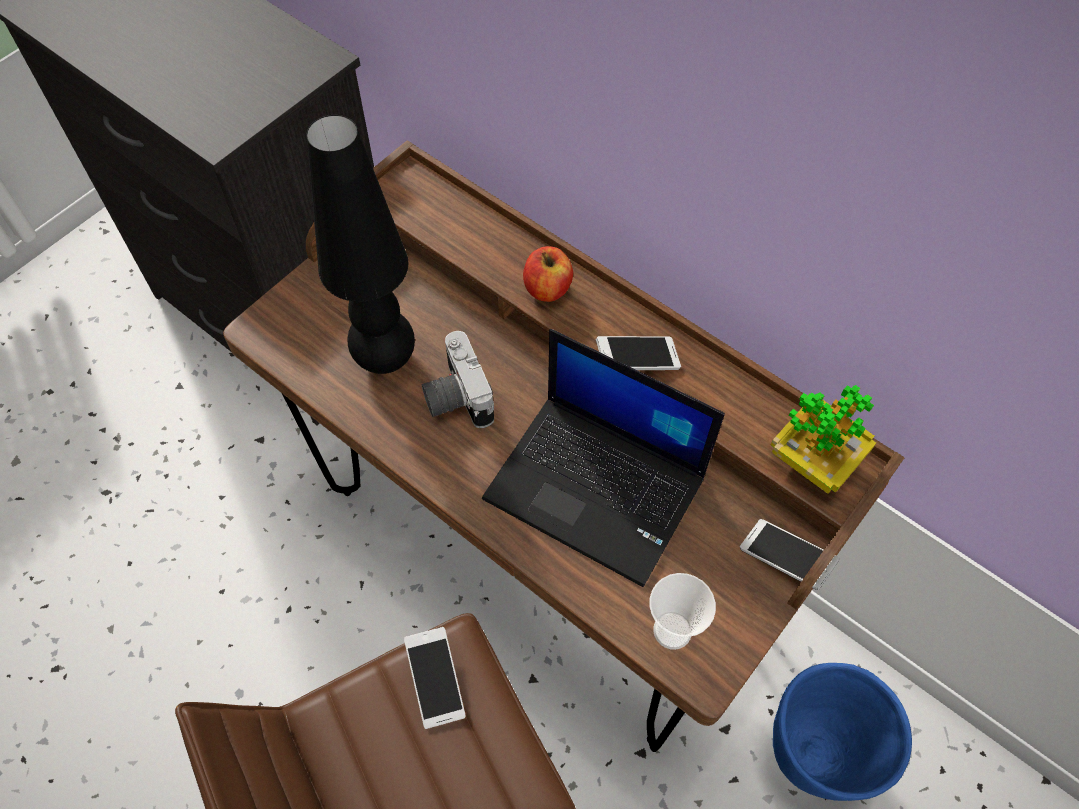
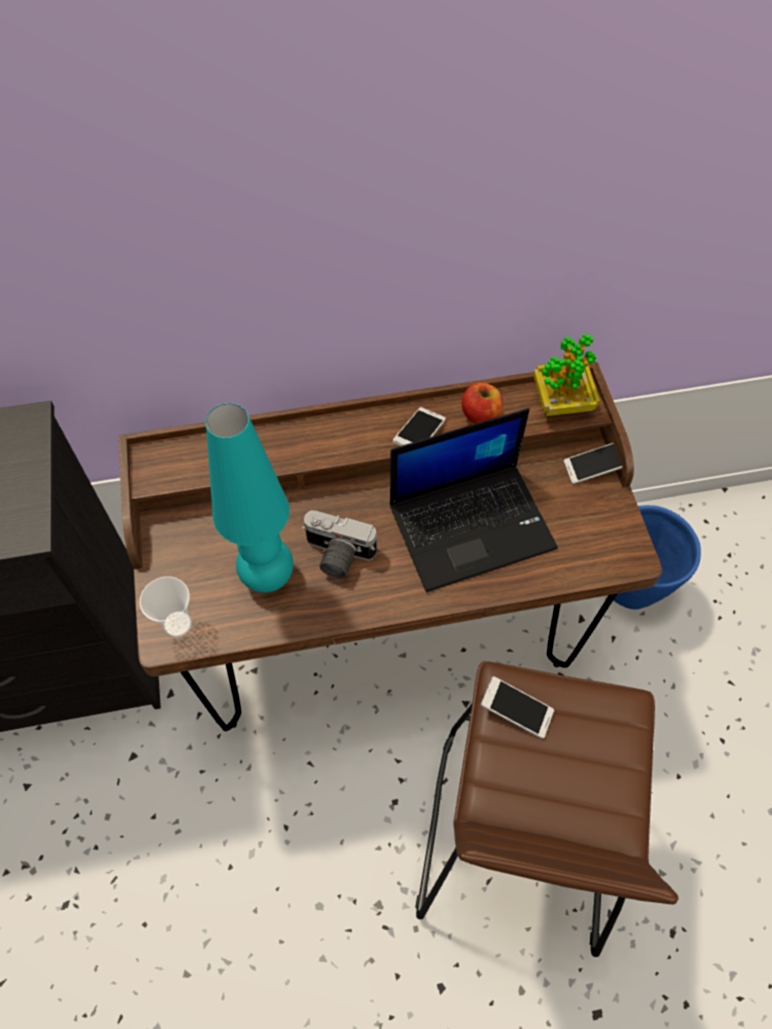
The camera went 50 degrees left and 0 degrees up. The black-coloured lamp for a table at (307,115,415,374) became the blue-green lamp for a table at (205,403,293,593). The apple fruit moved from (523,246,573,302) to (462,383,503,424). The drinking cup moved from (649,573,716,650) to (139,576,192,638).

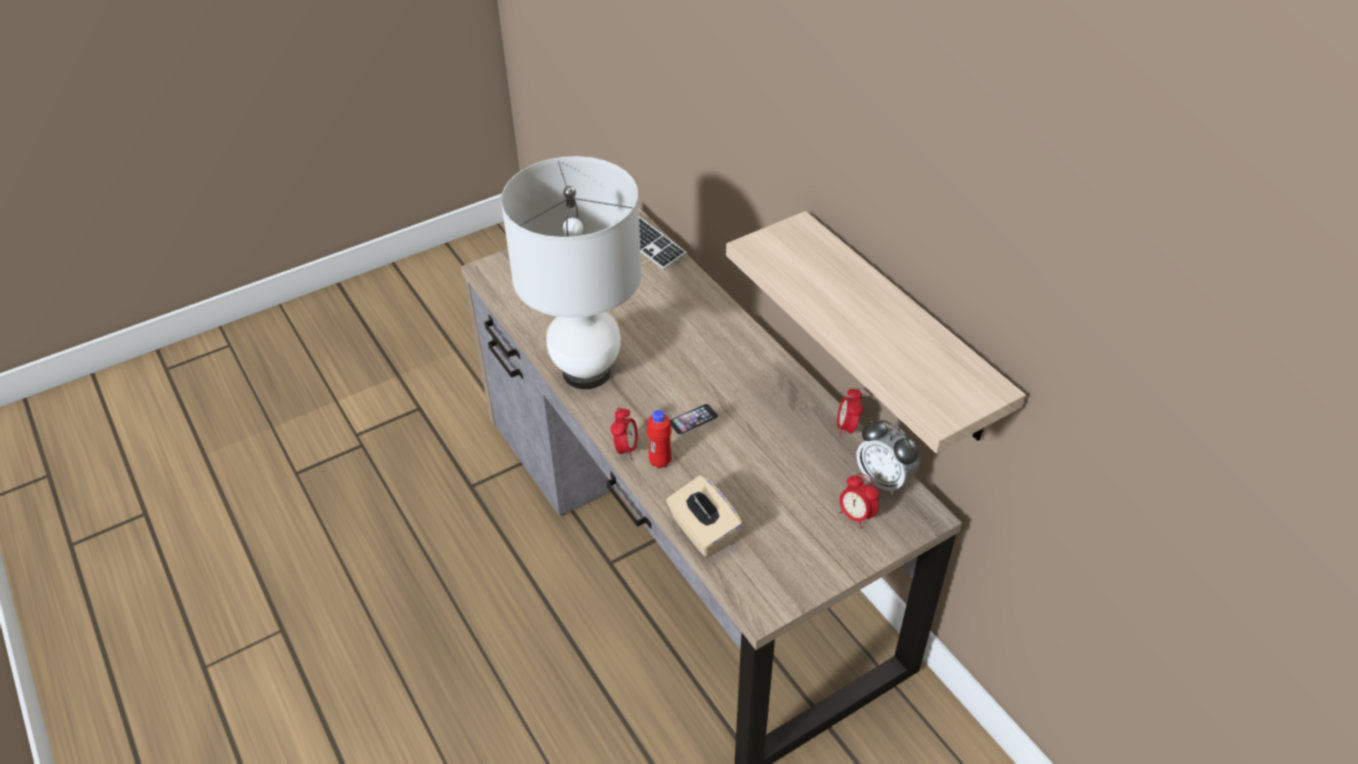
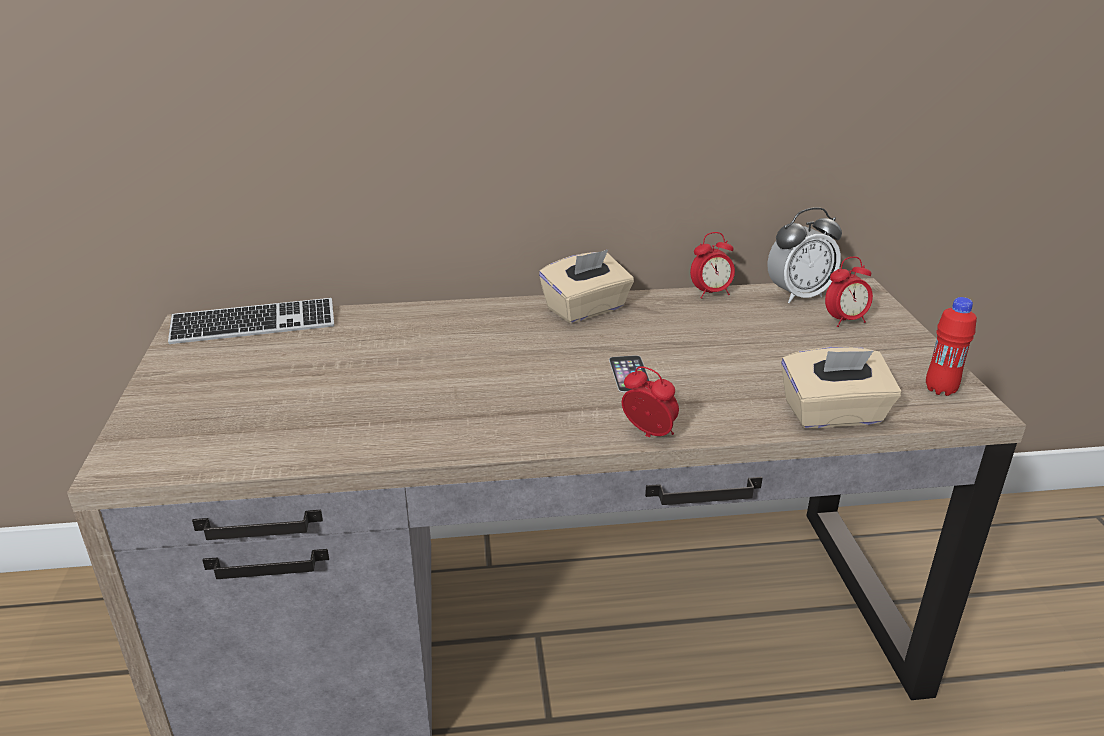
The camera went 65 degrees left and 15 degrees down. The white lamp for a table at (501,156,642,389) disappeared. The red bottle moved from (647,410,672,469) to (926,297,977,396). The shelf at (726,211,1026,453) disappeared. The alarm clock at (837,388,863,437) turned 45 degrees counterclockwise. The beige box of tissues at (539,250,634,323) appeared.

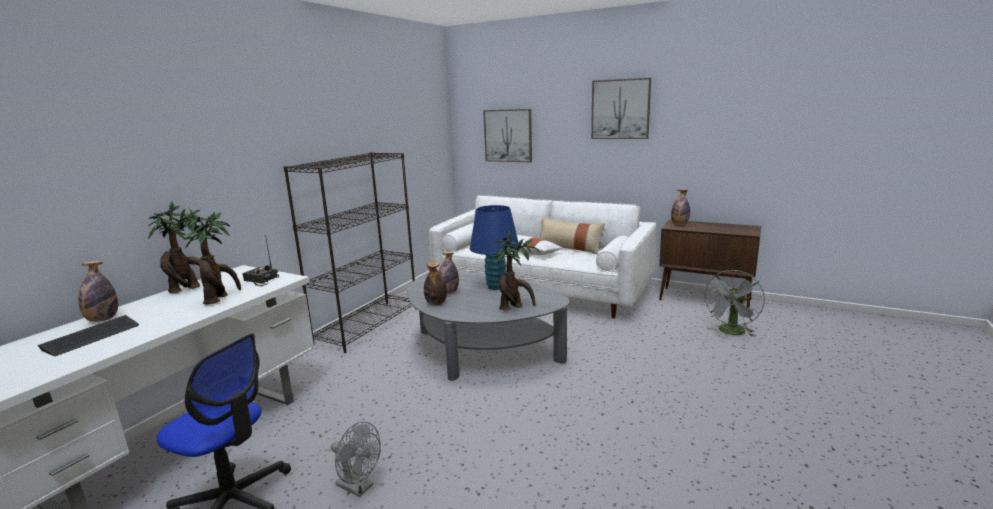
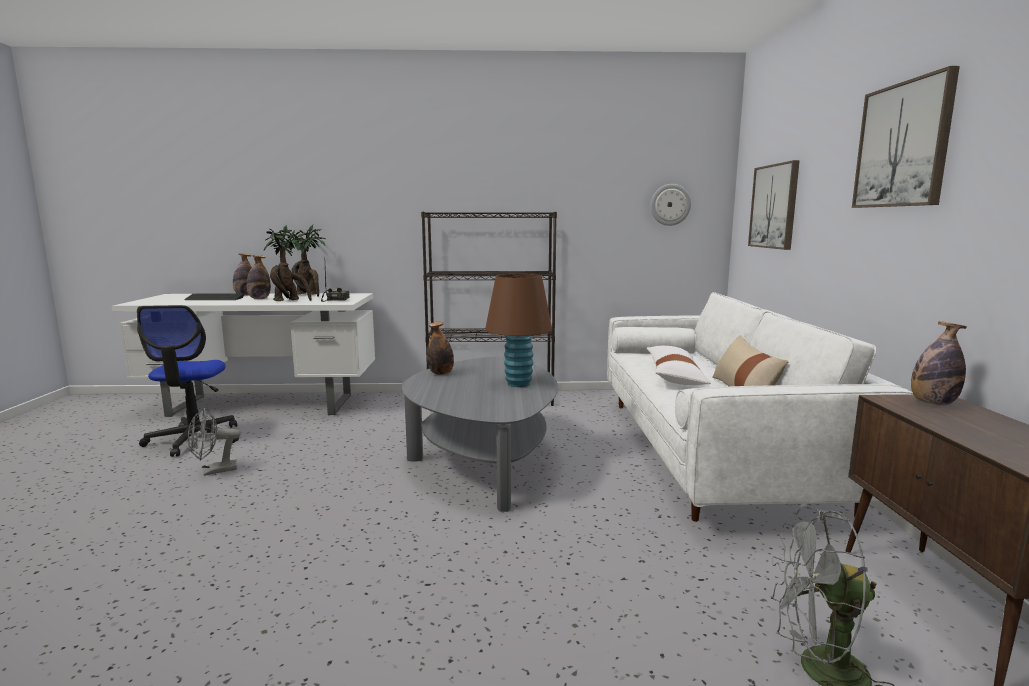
The camera went 60 degrees right and 5 degrees down. The grey fan at (331,422,381,497) turned 60 degrees clockwise. The bottle moved from (439,252,459,294) to (246,255,271,299). The blue lamp for a table at (470,205,519,290) became the brownish lamp for a table at (485,274,552,387). The potted plant at (496,232,541,311) disappeared. The clock on the wall at (651,184,691,226) appeared.

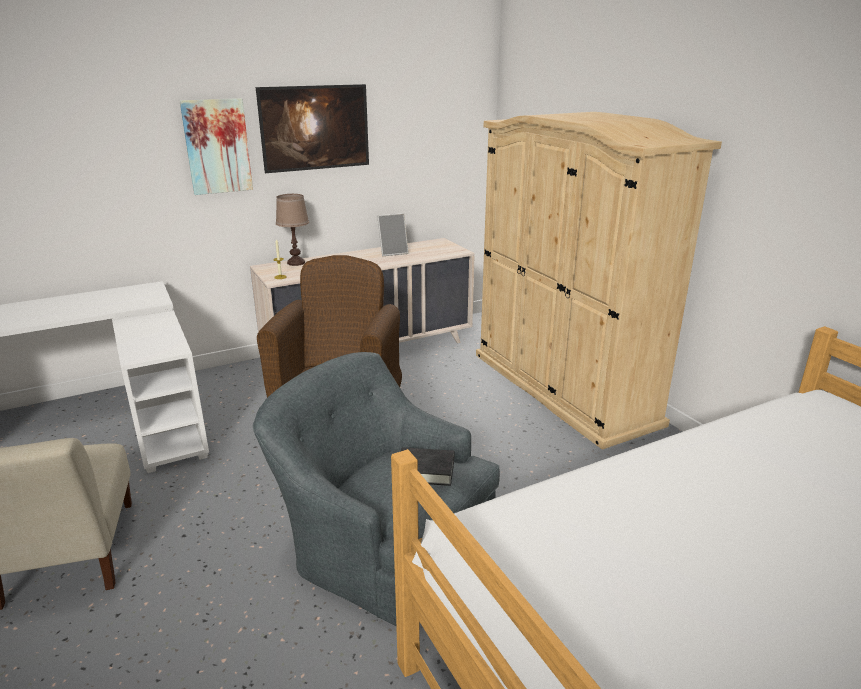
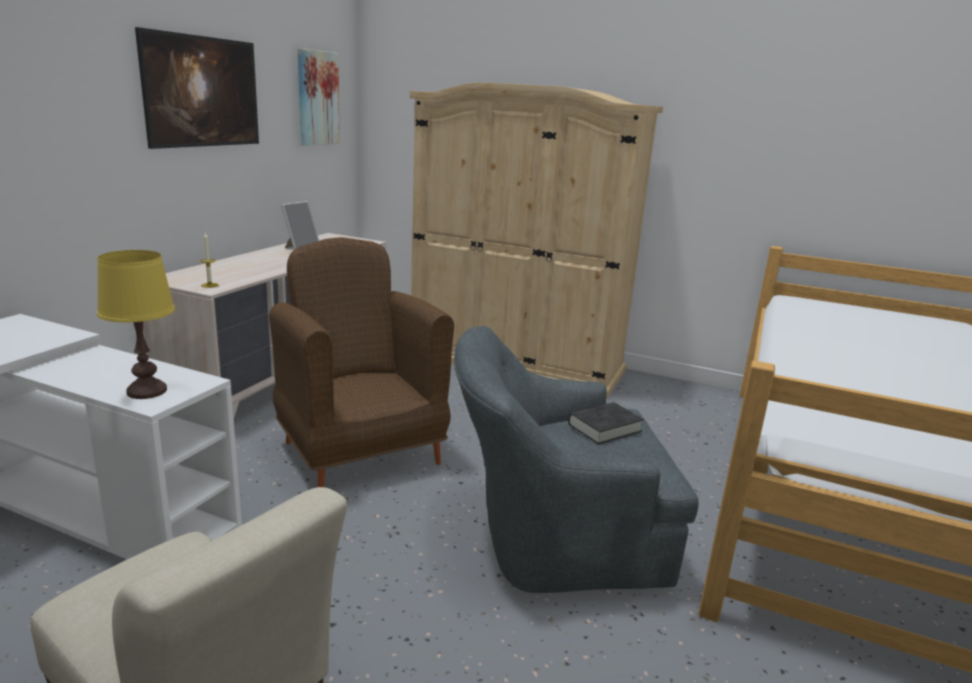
The camera went 40 degrees left and 5 degrees down. The wall art moved from (180,98,253,195) to (297,48,340,146). The brownish lamp for a table at (276,194,309,266) disappeared. The yellowish lamp for a table at (97,250,175,399) appeared.

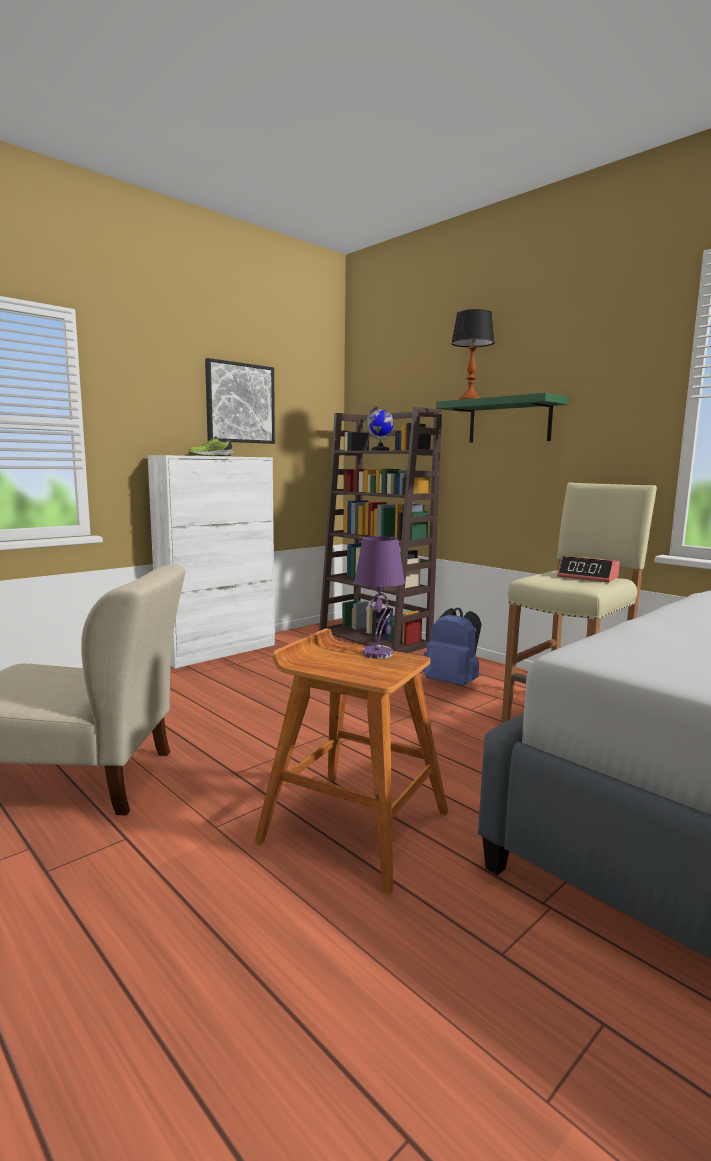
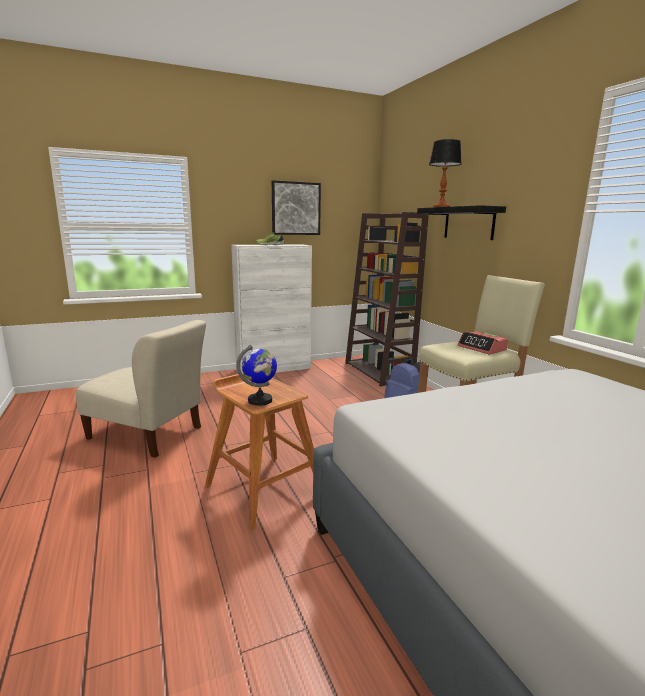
The camera went 20 degrees right and 5 degrees up. The purple lamp for a table at (354,536,405,659) disappeared. The globe moved from (366,406,394,451) to (236,345,277,406). The green-coloured shelf at (436,393,568,443) became the black-coloured shelf at (417,205,506,240).

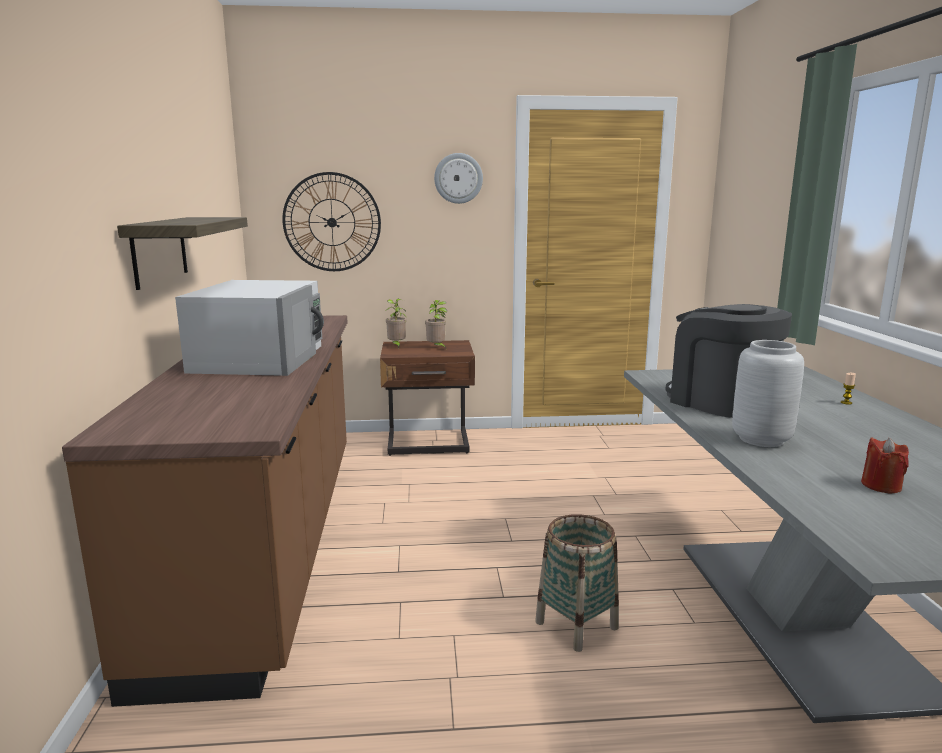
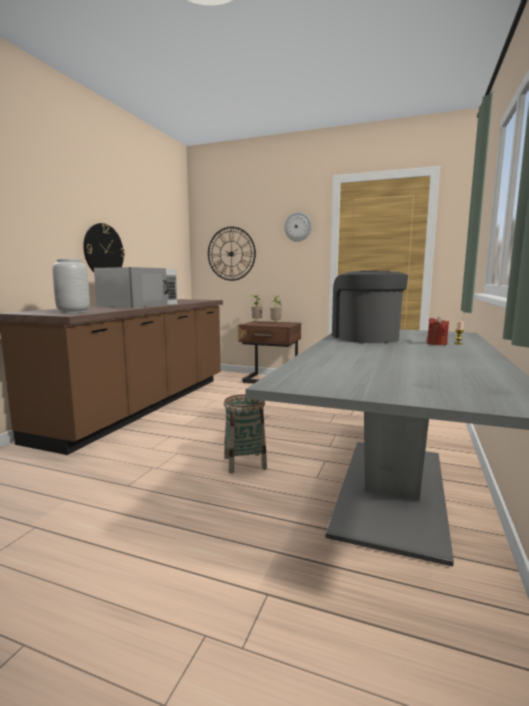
The camera went 25 degrees right and 5 degrees down. The shelf at (117,217,248,290) was replaced by the clock on the wall at (83,223,125,272). The grey vase moved from (732,340,804,447) to (52,259,90,313). The red wax light moved from (861,438,909,493) to (427,316,449,345).

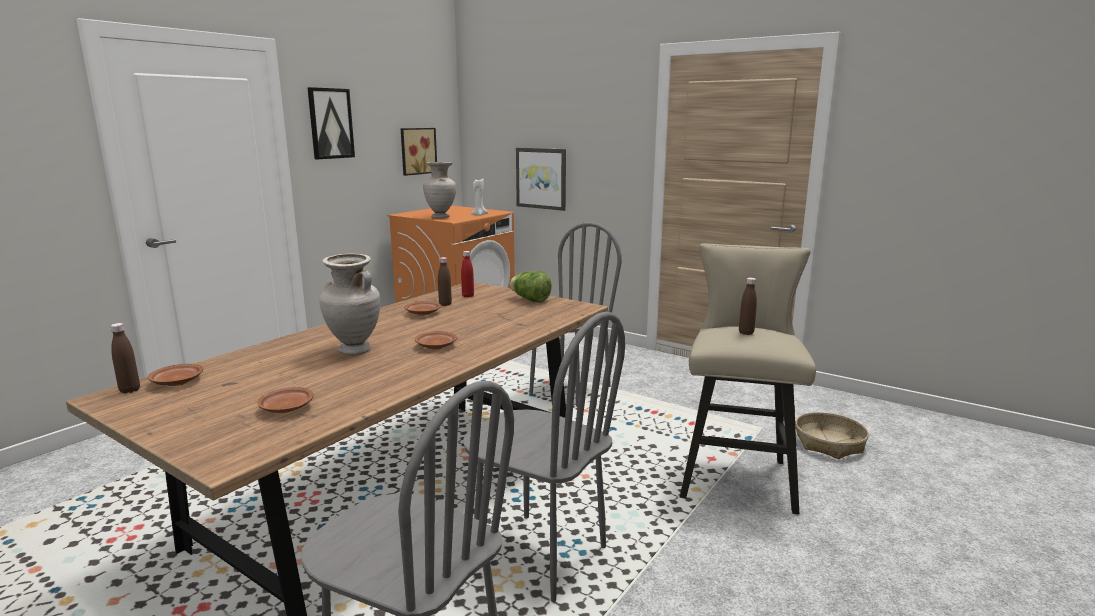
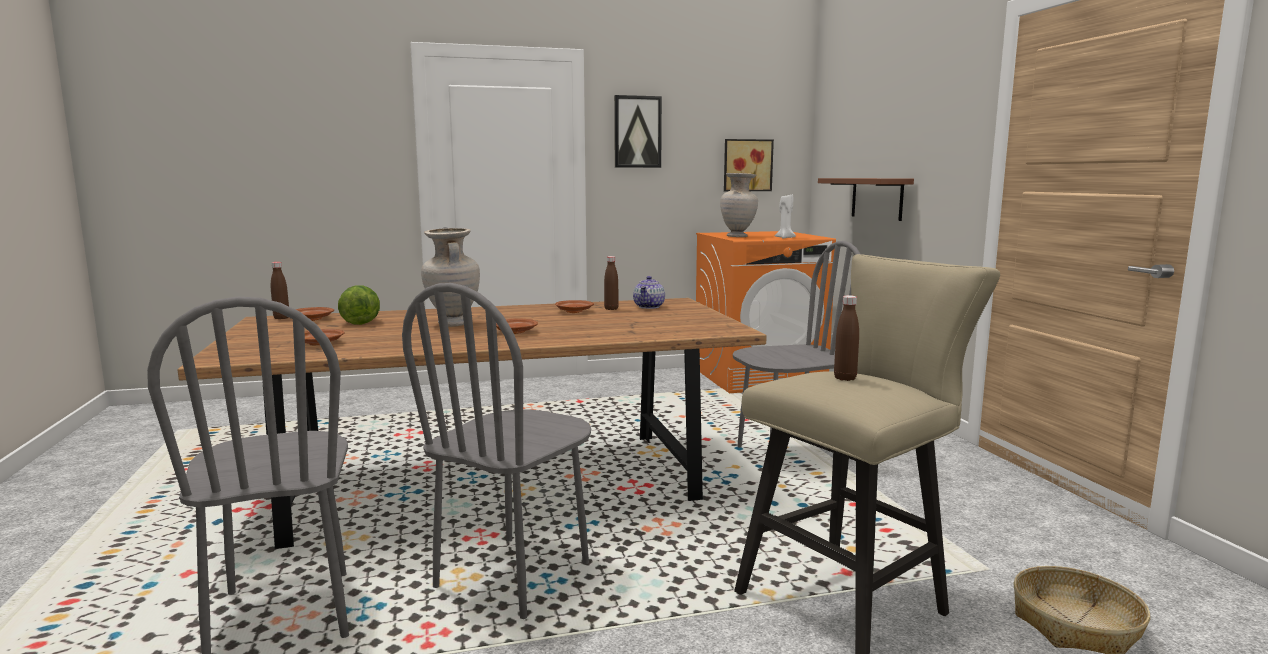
The camera went 40 degrees right and 5 degrees down. The red bottle at (461,251,474,298) was replaced by the pot for tea at (633,276,665,309). The grey upright chair at (463,312,625,602) turned 45 degrees clockwise. The lettuce moved from (509,271,552,303) to (338,285,380,325). The wall art at (516,148,566,211) was replaced by the brownish shelf at (818,178,914,221).

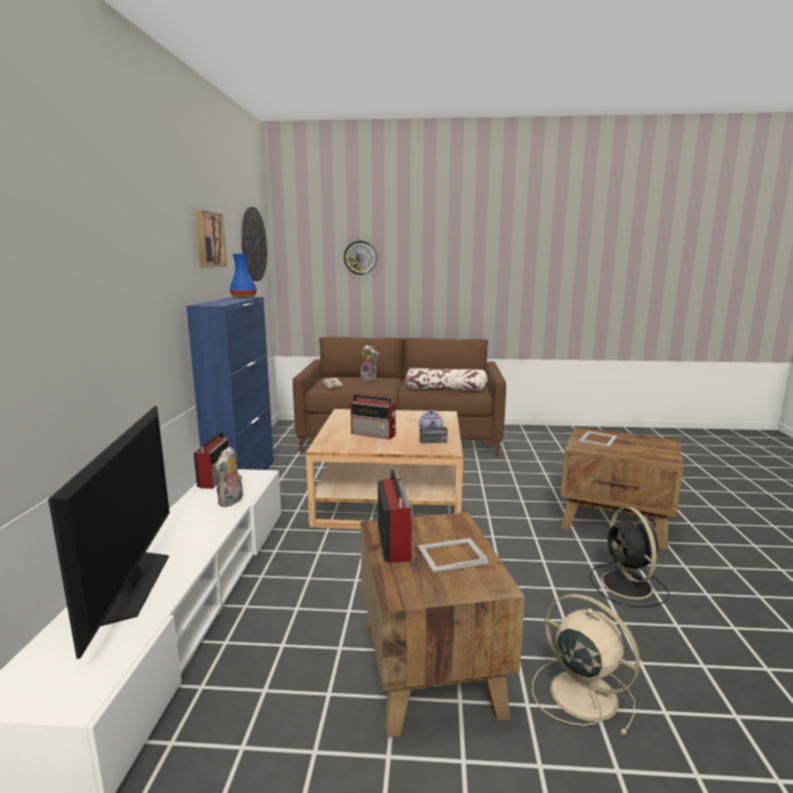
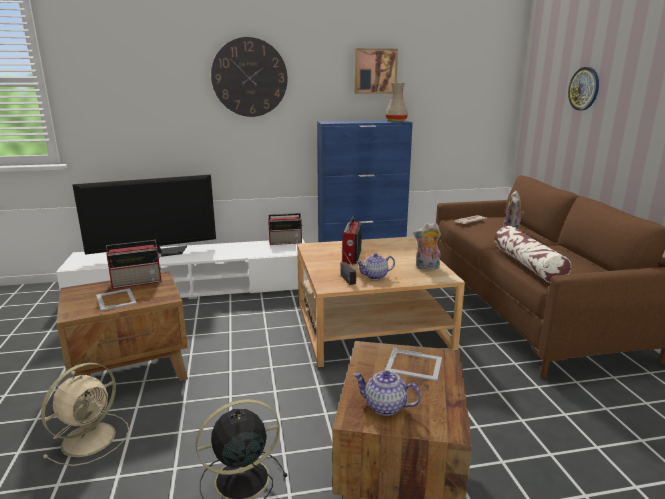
The camera went 75 degrees right and 5 degrees up. The cuddly toy moved from (215,446,243,507) to (414,223,441,270). The blue vase at (230,254,257,298) became the beige vase at (385,83,408,122). The clock on the wall moved from (241,207,267,281) to (211,37,287,117). The pot for tea at (353,370,421,416) appeared.

